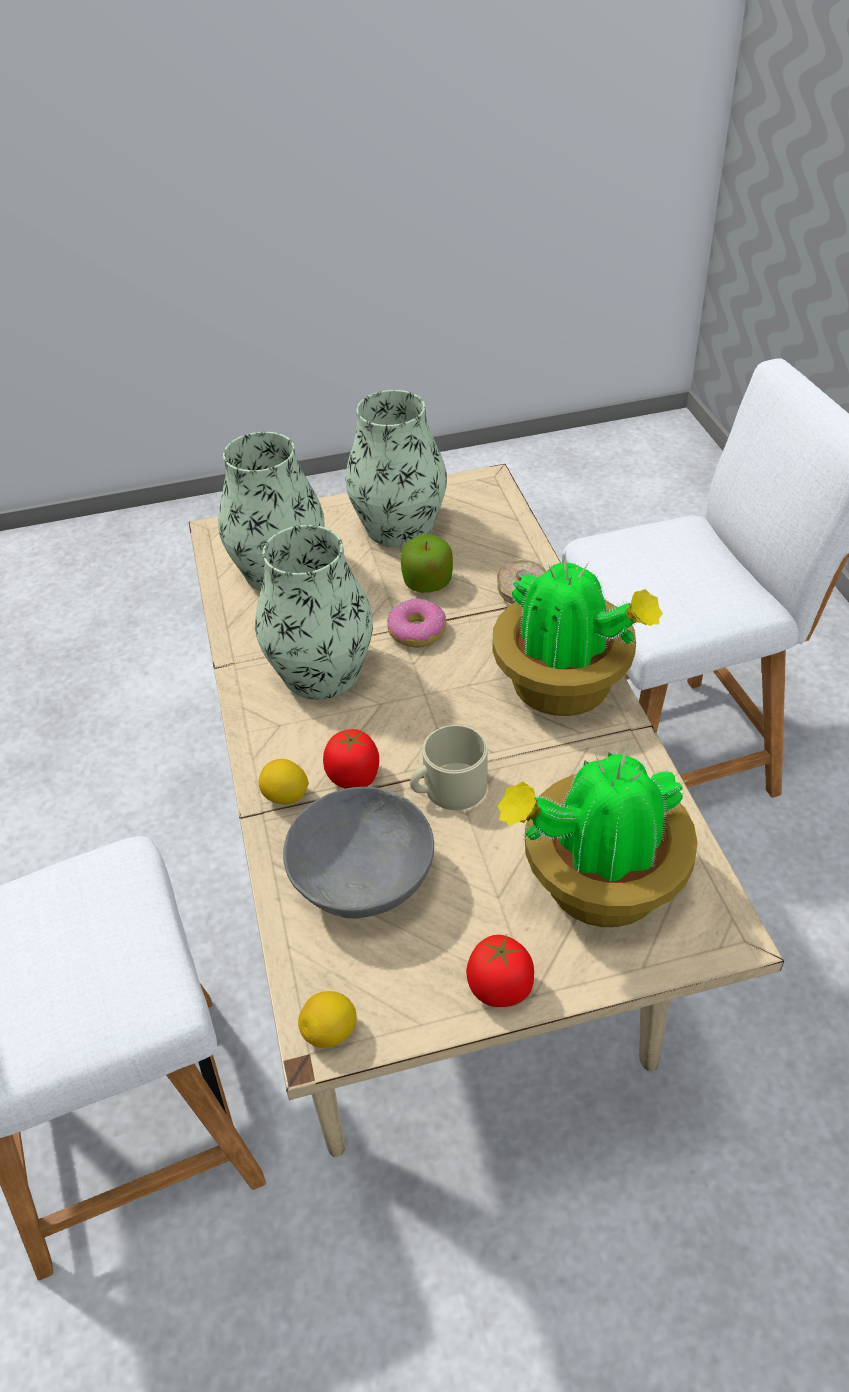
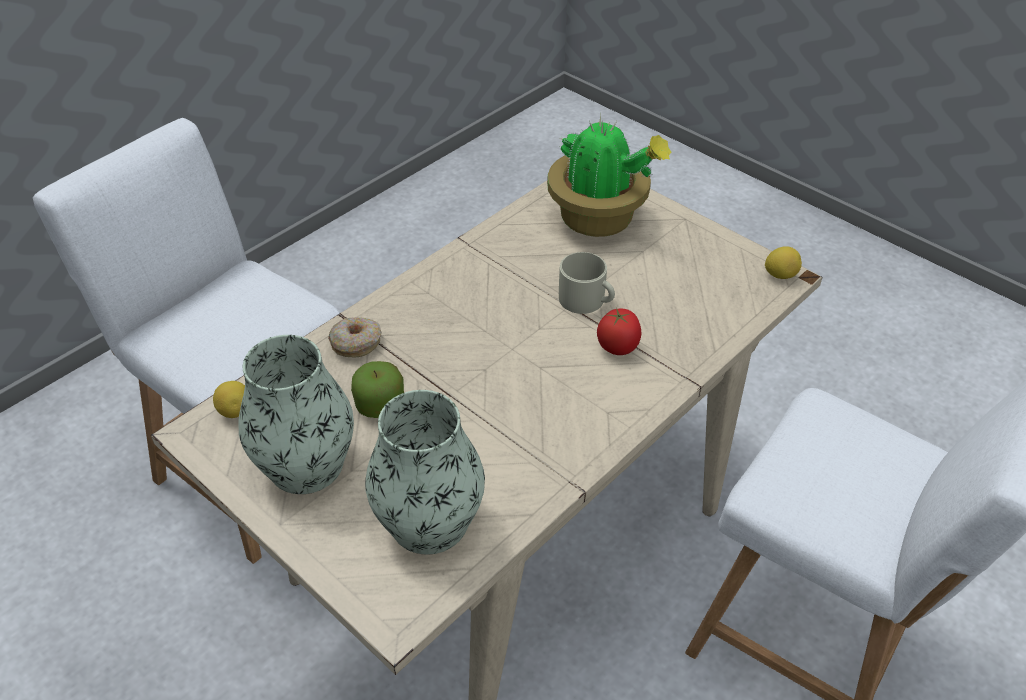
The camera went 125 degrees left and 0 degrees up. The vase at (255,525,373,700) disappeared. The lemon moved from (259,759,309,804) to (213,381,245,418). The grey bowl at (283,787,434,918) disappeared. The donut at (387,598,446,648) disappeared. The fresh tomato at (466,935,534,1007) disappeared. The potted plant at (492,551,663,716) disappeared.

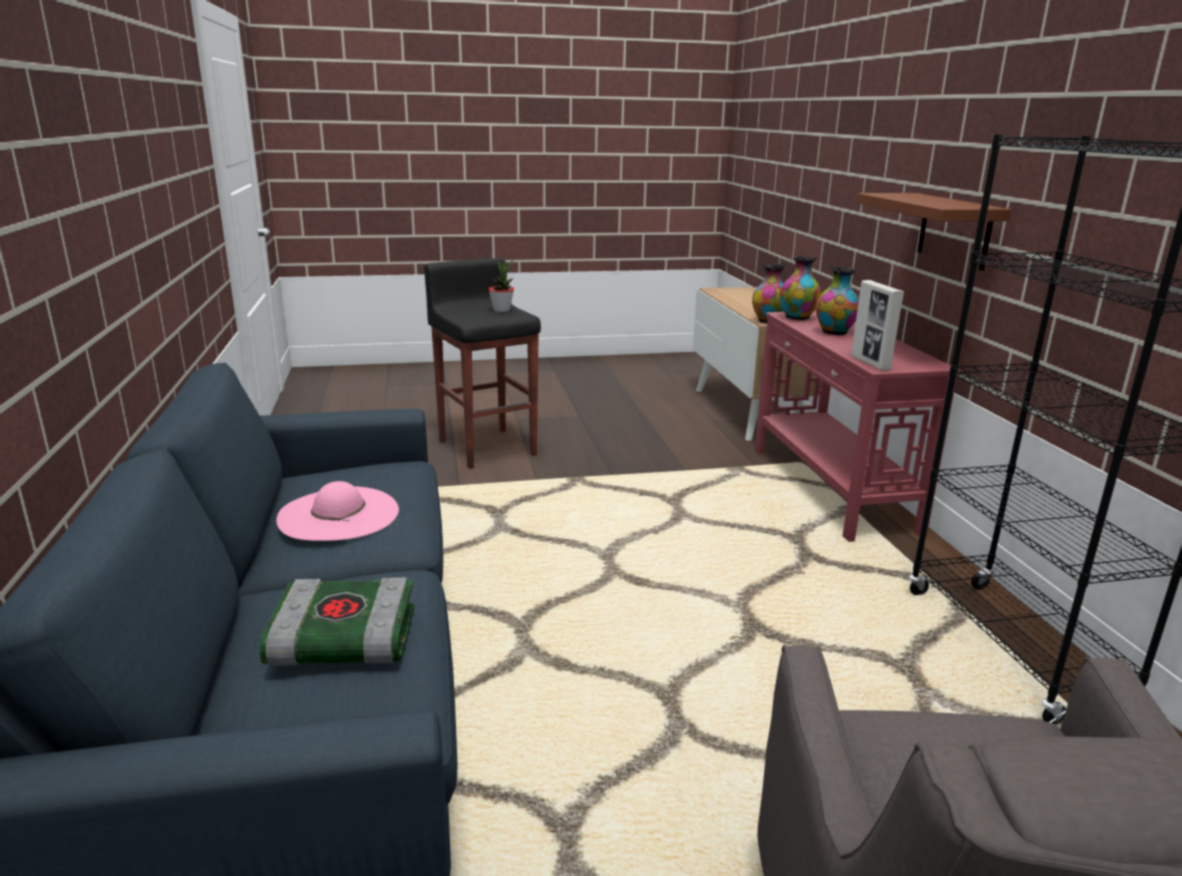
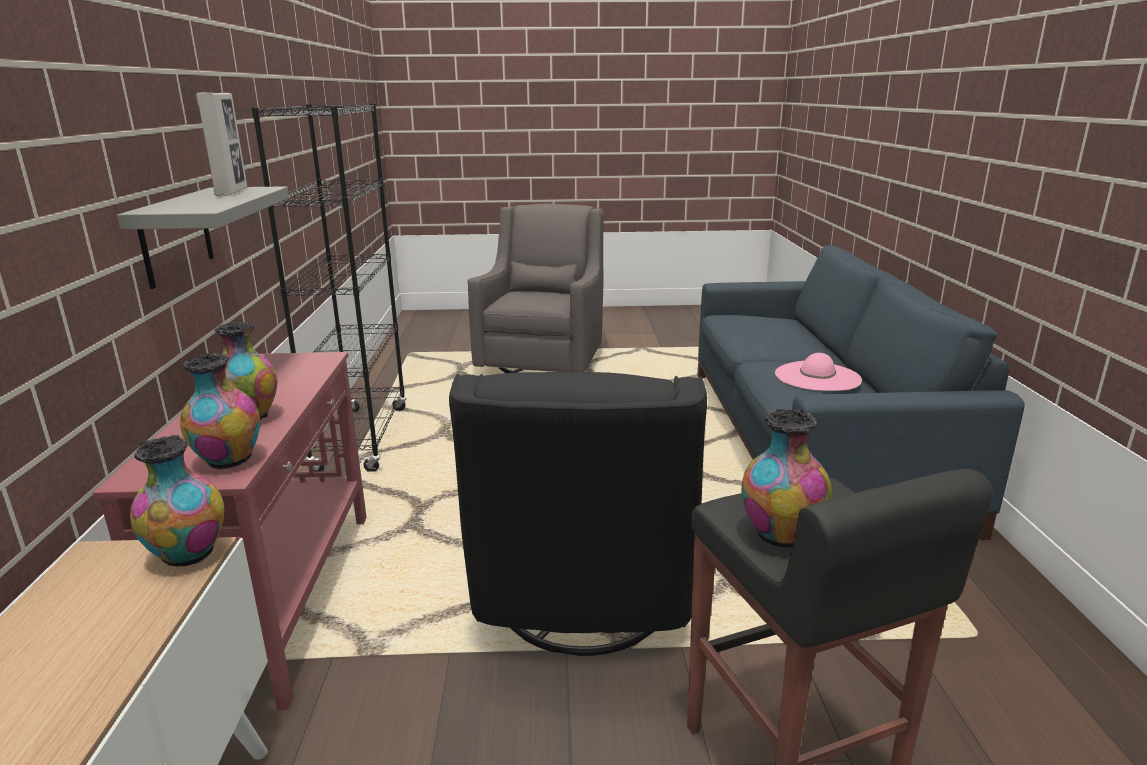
The camera went 170 degrees left and 0 degrees up. The book at (260,578,414,666) disappeared. The potted plant at (489,260,514,312) was replaced by the vase at (741,409,832,550). The photo frame moved from (851,280,904,371) to (196,92,247,196). The brownish shelf at (856,193,1011,270) became the grey shelf at (117,186,289,289). The black-coloured lounge chair at (449,372,707,656) appeared.

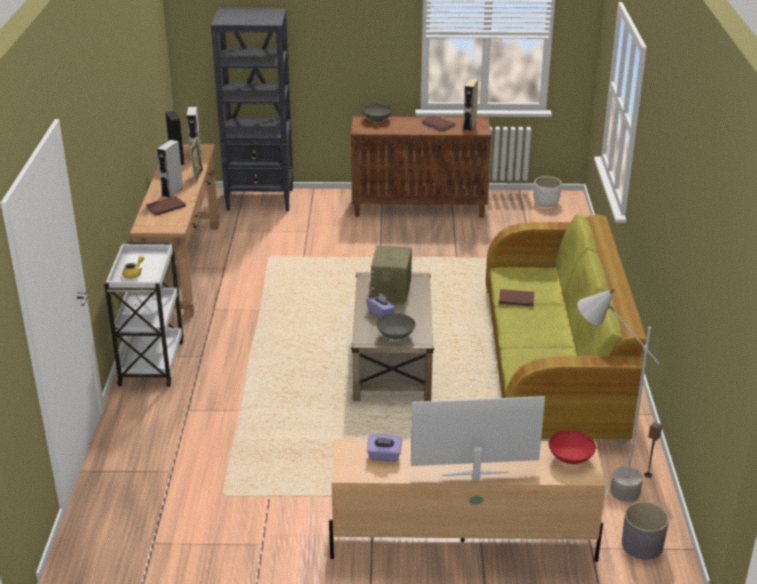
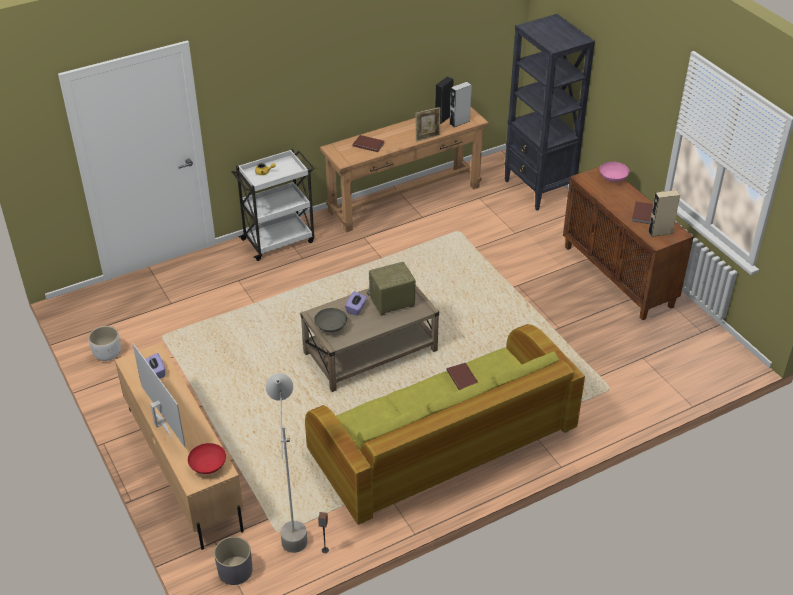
The camera went 60 degrees right and 10 degrees up. The grey audio speaker at (157,140,183,198) disappeared. The grey bowl at (363,104,393,122) became the pink-coloured bowl at (599,162,629,182). The white planter moved from (534,176,562,207) to (88,326,121,361).

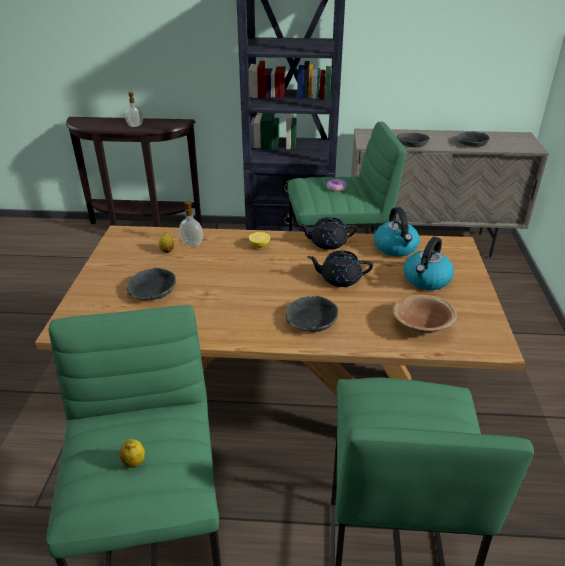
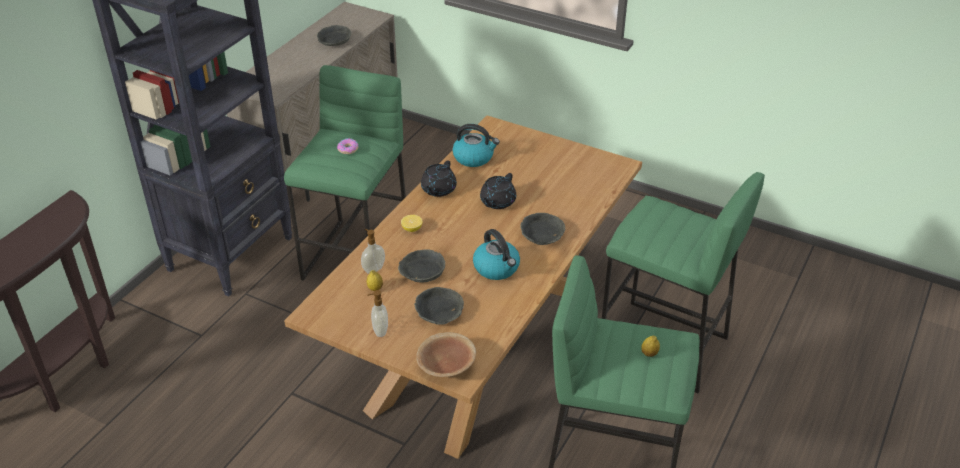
The camera went 65 degrees left and 5 degrees up. The soap bottle moved from (125,92,143,127) to (367,290,388,337). The brownish bowl moved from (392,295,457,333) to (416,332,476,377). The grey bowl moved from (397,133,430,147) to (398,249,445,283). The kettle moved from (404,237,454,290) to (473,229,520,280).

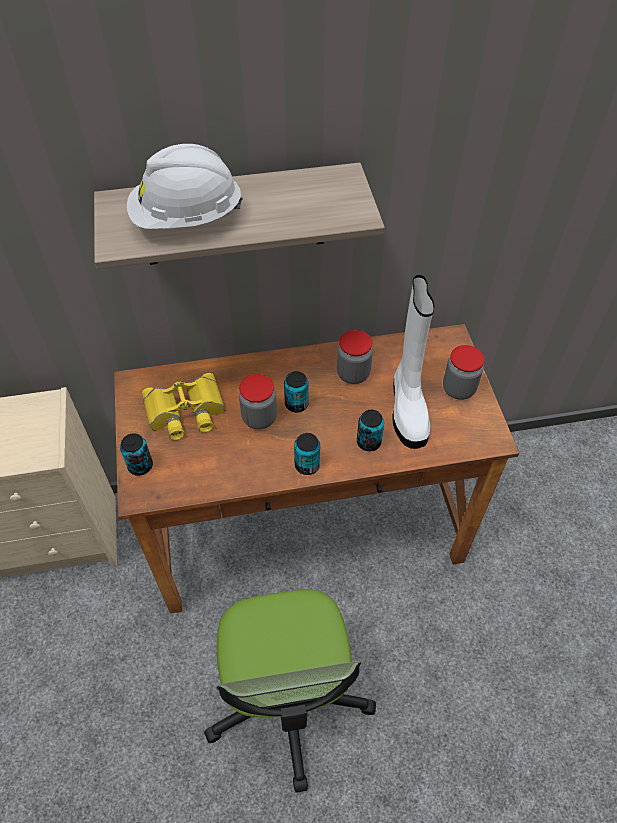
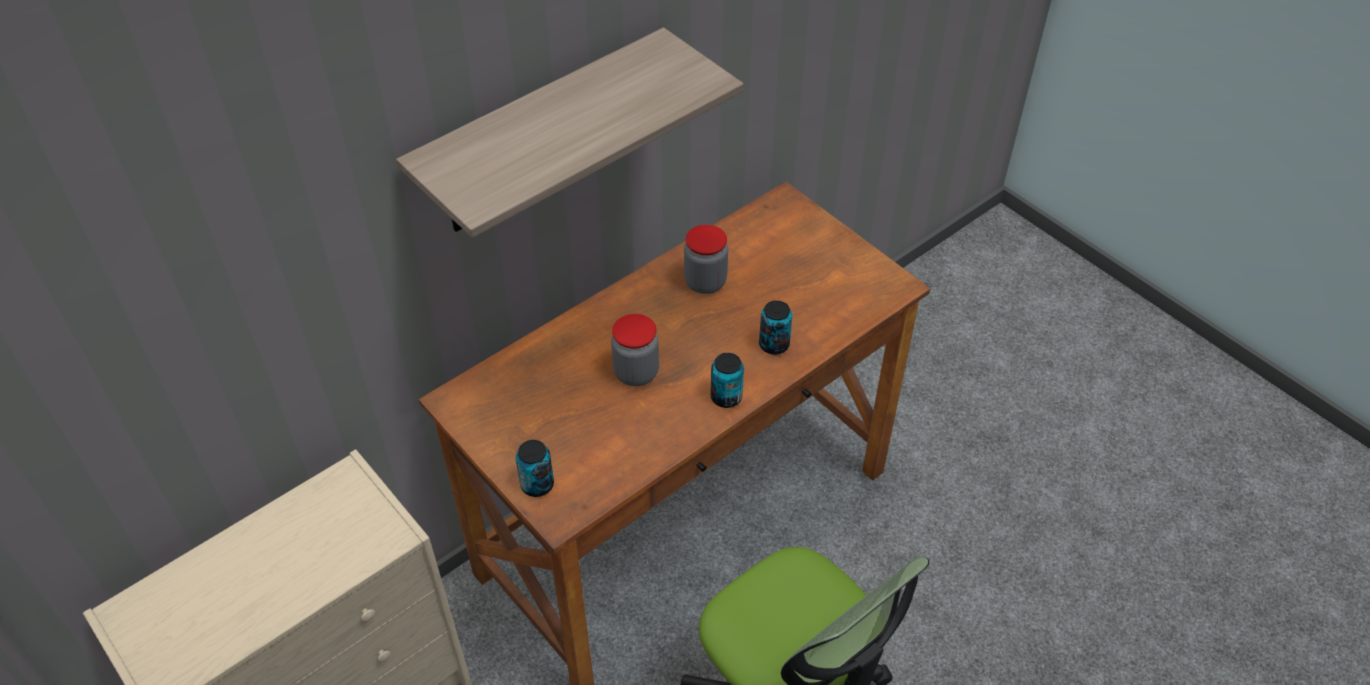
The camera went 30 degrees left and 5 degrees down. The white work helmet at (127,144,243,229) disappeared. The yellowish binoculars at (142,373,225,440) disappeared. The sealed can at (284,371,309,412) disappeared. The white tall boot at (392,275,435,449) disappeared. The jar at (443,345,485,400) disappeared.

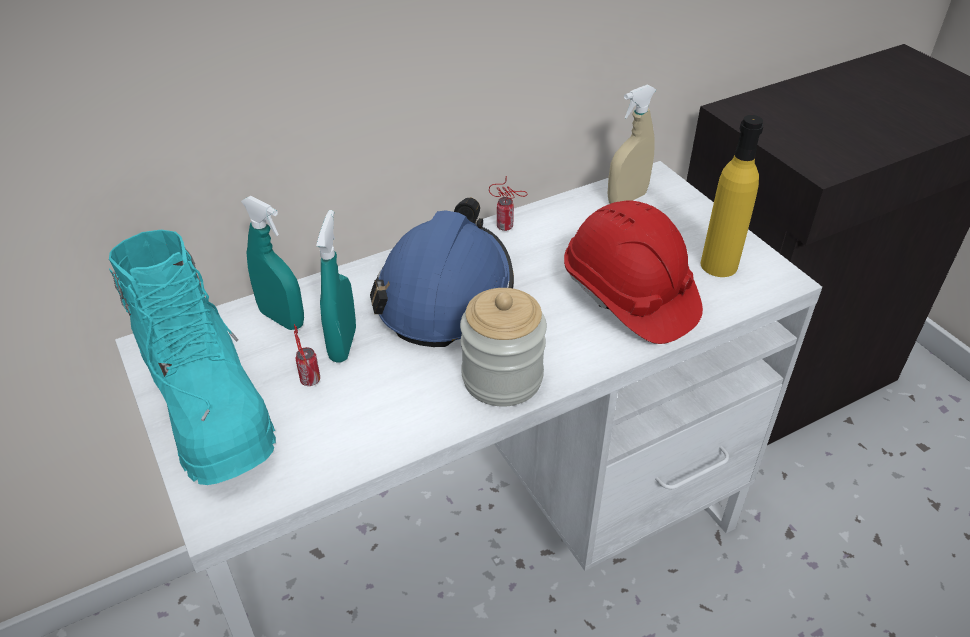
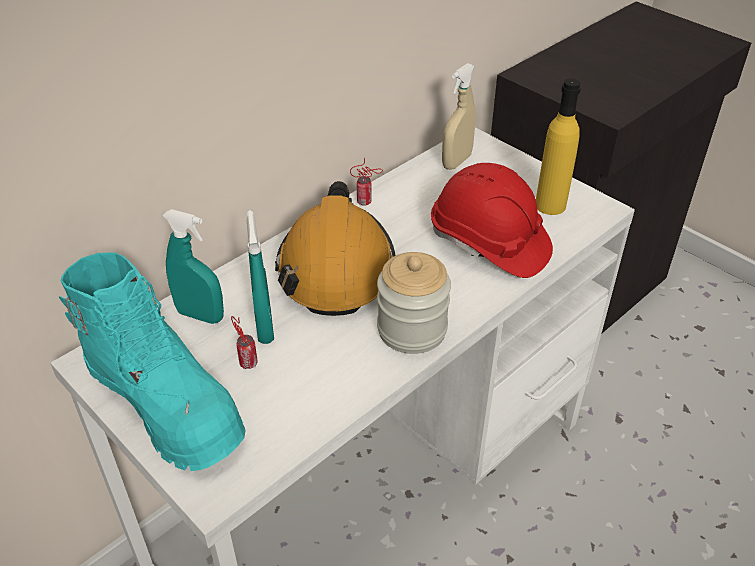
The camera went 15 degrees left and 0 degrees up. The blue work helmet at (370,198,514,347) became the orange work helmet at (275,181,395,316).

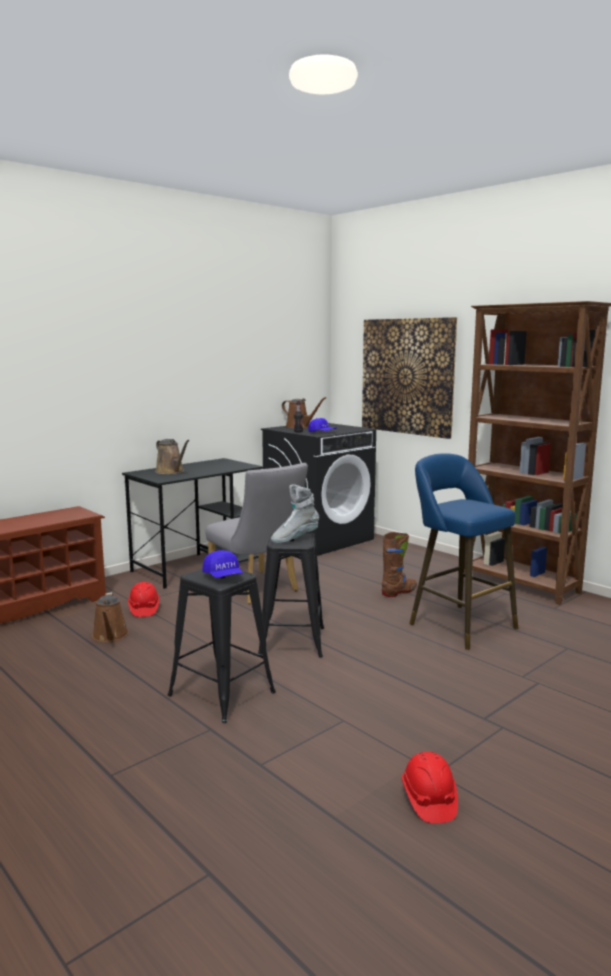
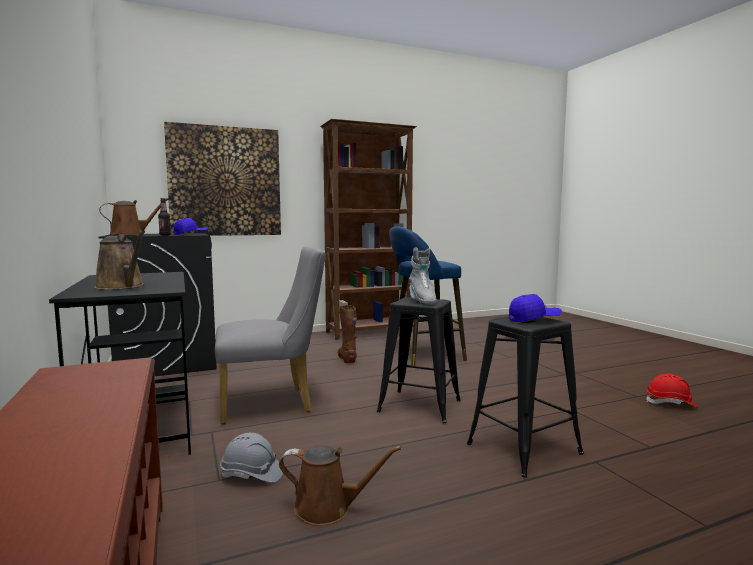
The camera went 70 degrees left and 5 degrees down. The red work helmet at (128,582,160,617) became the grey work helmet at (220,433,283,483). The brownish sprinkling can at (155,439,190,474) turned 60 degrees clockwise.

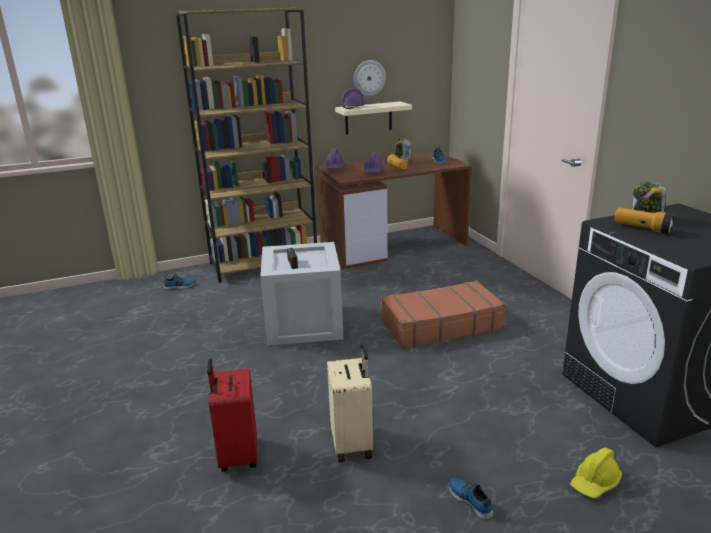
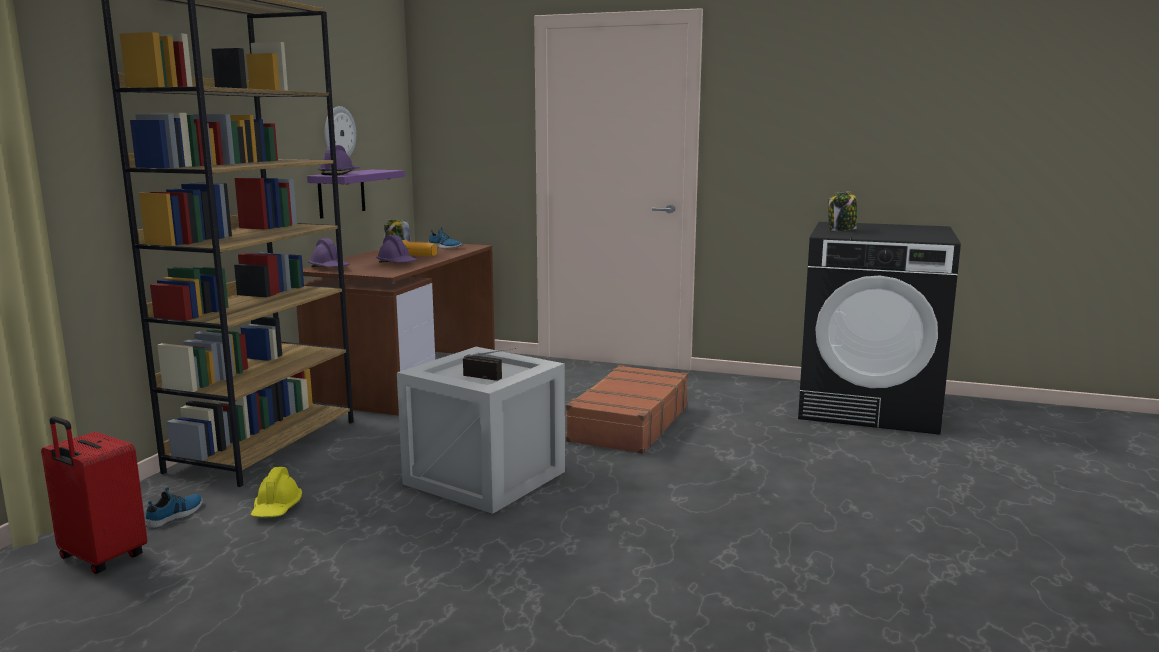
The camera went 50 degrees left and 10 degrees down. The red travel case moved from (207,359,258,472) to (41,416,147,574). The beige travel case at (327,344,373,463) disappeared. The beige shelf at (335,101,412,135) became the purple shelf at (307,170,405,219). The low shoe at (448,478,493,520) disappeared. The yellowish work helmet moved from (570,447,622,498) to (251,467,302,517). The hand torch at (614,208,674,234) disappeared.

